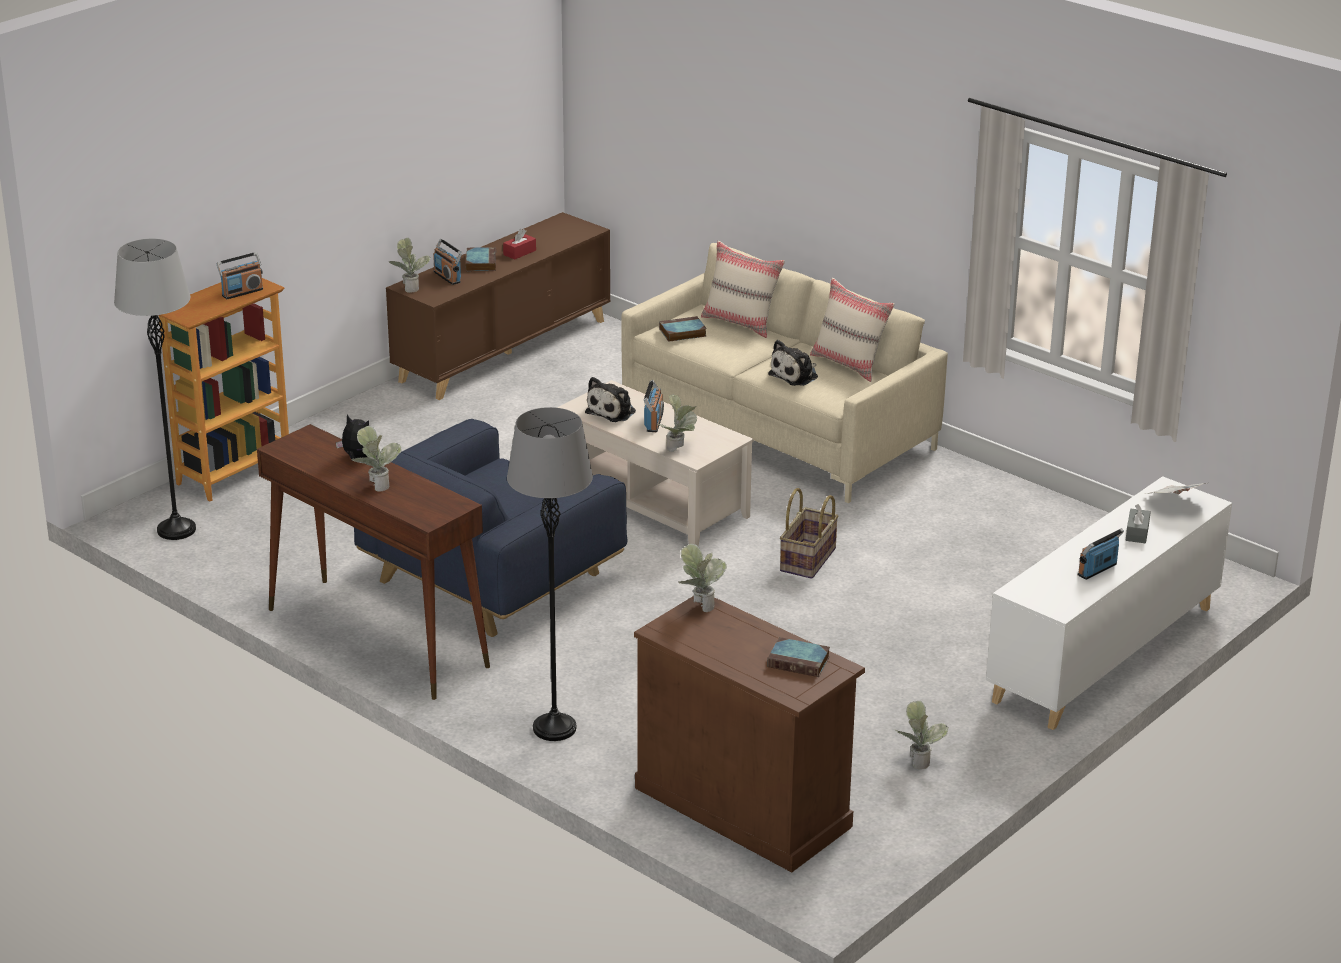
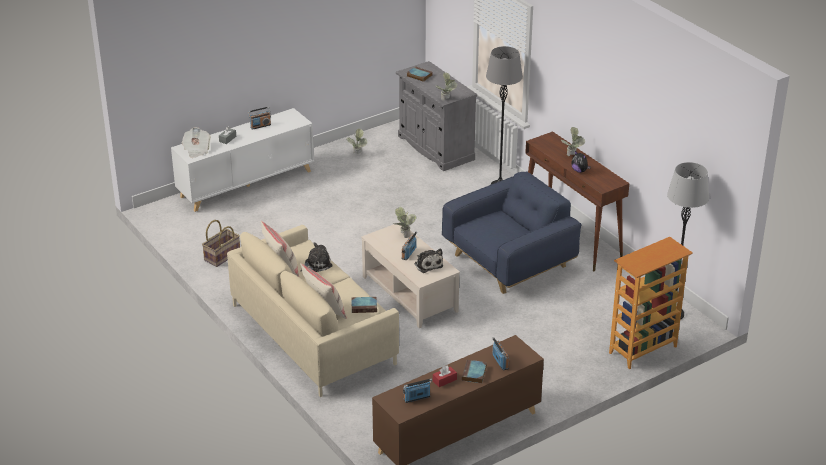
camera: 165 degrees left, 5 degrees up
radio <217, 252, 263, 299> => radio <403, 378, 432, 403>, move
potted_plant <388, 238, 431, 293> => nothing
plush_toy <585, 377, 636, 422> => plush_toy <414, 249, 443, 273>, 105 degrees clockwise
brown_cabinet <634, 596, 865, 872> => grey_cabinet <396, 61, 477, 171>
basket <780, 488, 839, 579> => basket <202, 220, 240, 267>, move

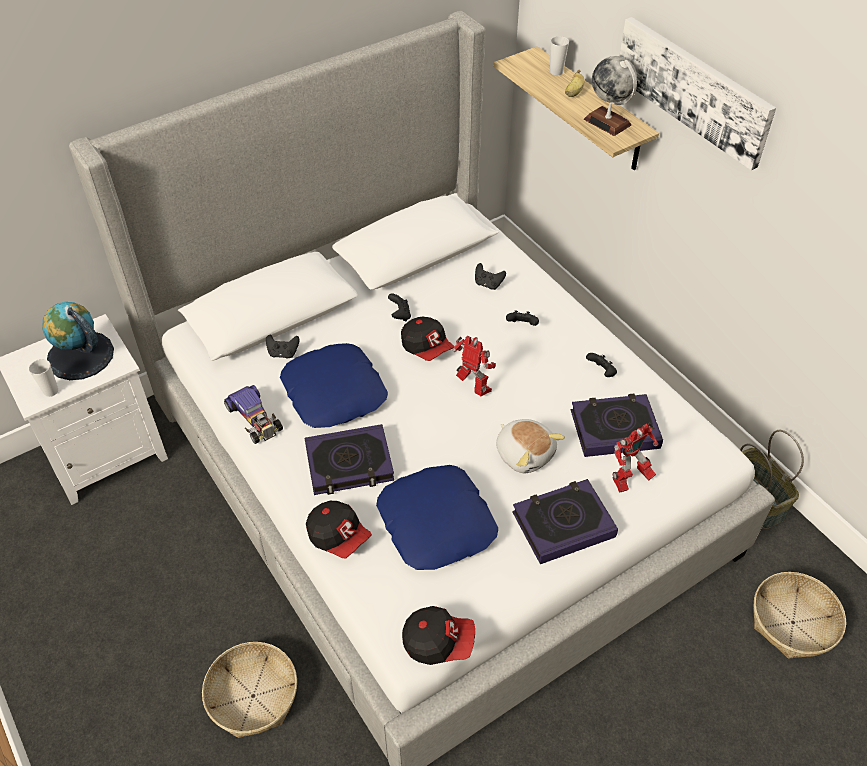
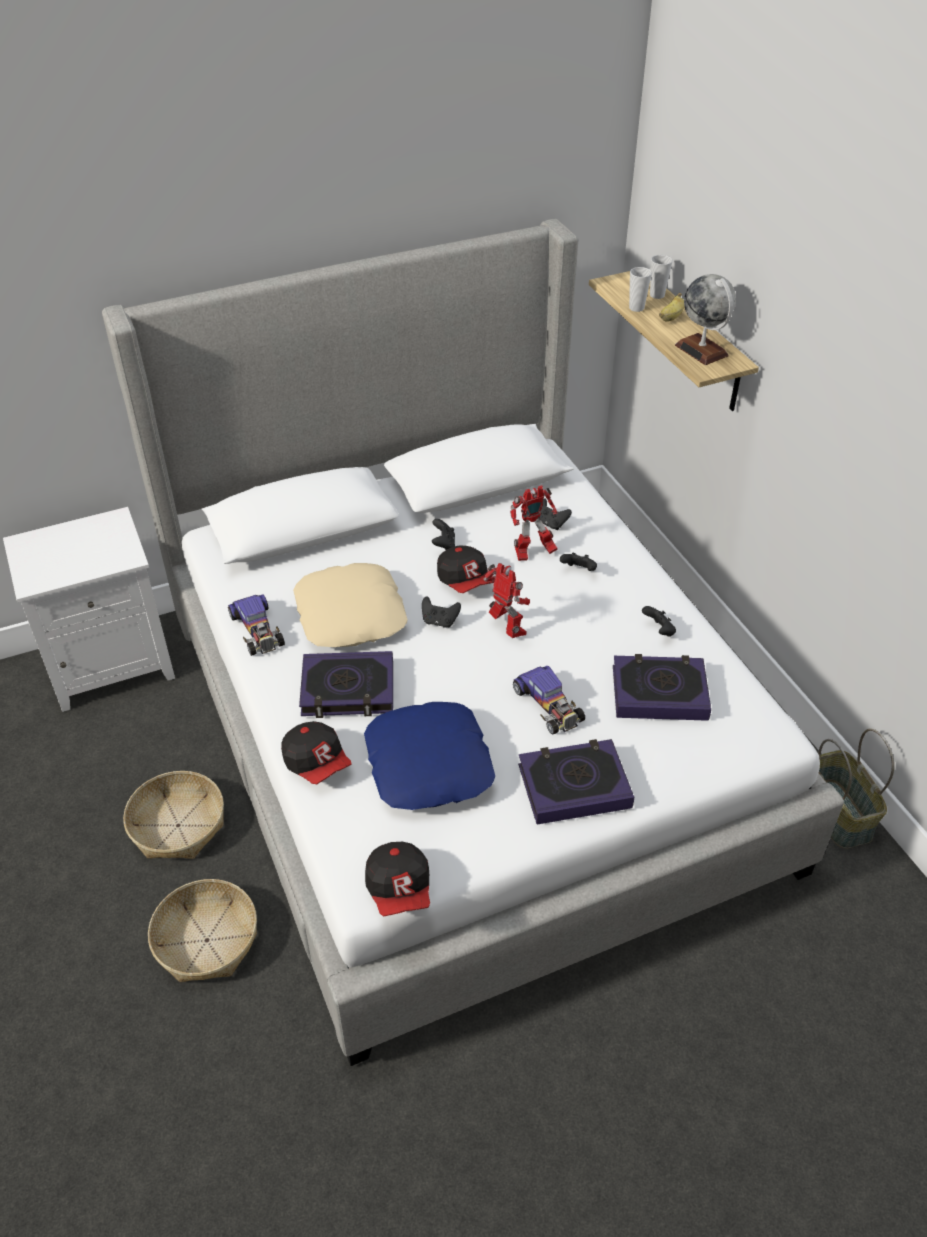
camera: 10 degrees right, 5 degrees down
cup <29, 359, 58, 397> => cup <629, 267, 652, 312>, move
globe <42, 302, 114, 380> => nothing
black_game_controller <266, 335, 300, 359> => black_game_controller <422, 596, 461, 628>, move
blue_pillow <280, 343, 388, 428> => beige_pillow <293, 563, 407, 647>
cap <402, 606, 475, 665> => cap <365, 842, 430, 917>, 60 degrees clockwise
plush_toy <496, 419, 565, 473> => toy_car <513, 666, 585, 734>
toy_robot <613, 423, 658, 493> => toy_robot <510, 485, 558, 561>, move
picture <620, 17, 776, 170> => nothing
basket <753, 572, 846, 659> => basket <123, 771, 224, 859>, move

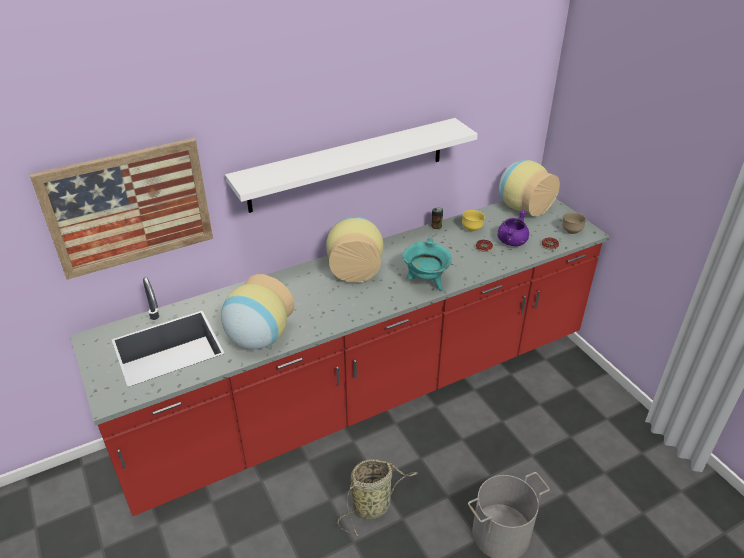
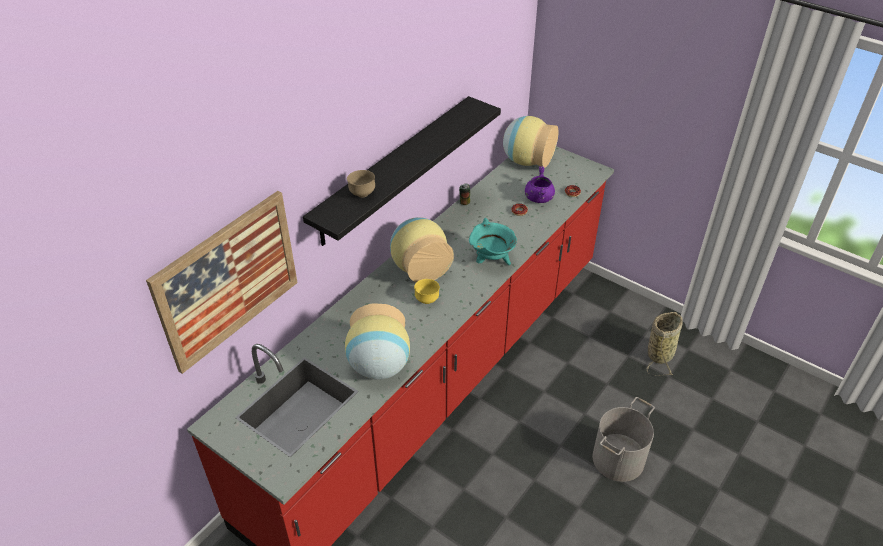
camera: 25 degrees left, 5 degrees up
white_shelf <225, 118, 478, 213> => black_shelf <303, 96, 501, 246>
basket <337, 459, 418, 536> => basket <646, 312, 683, 376>, move
yellow_bowl <462, 210, 485, 232> => yellow_bowl <414, 279, 440, 304>, move
brown_bowl <562, 212, 586, 234> => brown_bowl <347, 170, 375, 198>, move

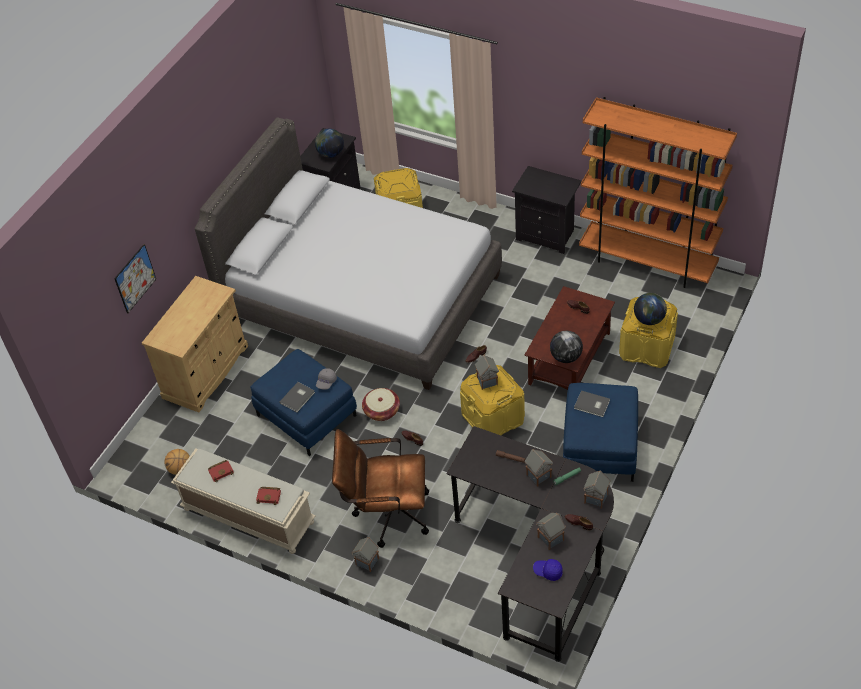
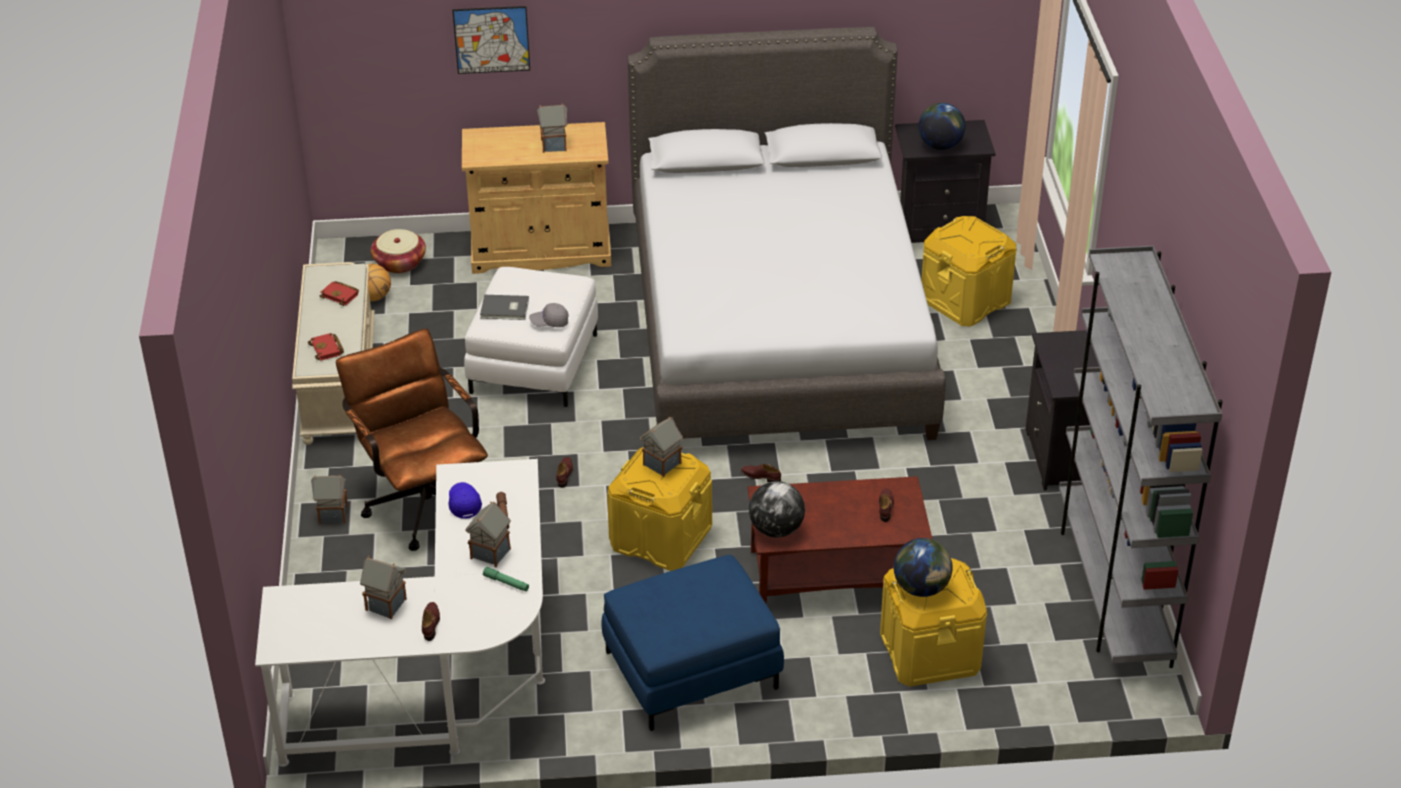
camera: 55 degrees right, 10 degrees down
blue_ottoman <250, 349, 357, 456> => white_ottoman <464, 267, 598, 407>
basket <362, 388, 400, 421> => basket <371, 229, 426, 273>, move
black_desk <446, 426, 614, 662> => white_desk <255, 459, 545, 767>
blue_cap <533, 559, 563, 581> => blue_cap <449, 482, 482, 519>, move
grey_book <574, 390, 610, 417> => nothing
orange_bookcase <579, 97, 737, 288> => grey_bookcase <1059, 246, 1223, 668>
toy_house <583, 471, 610, 509> => toy_house <537, 103, 568, 153>, move

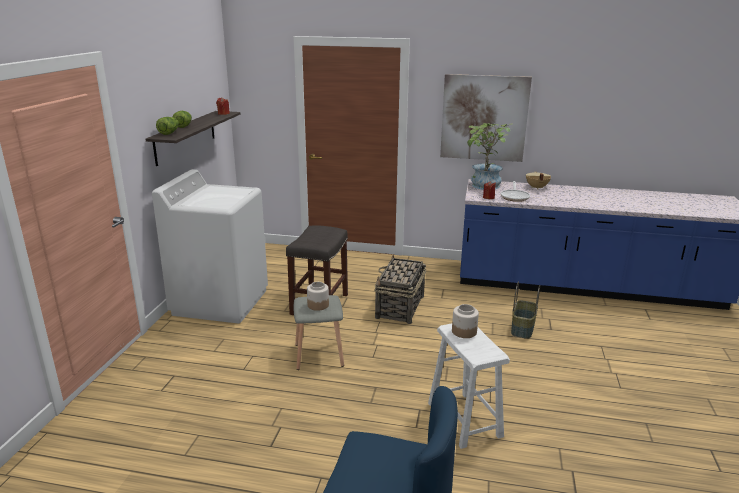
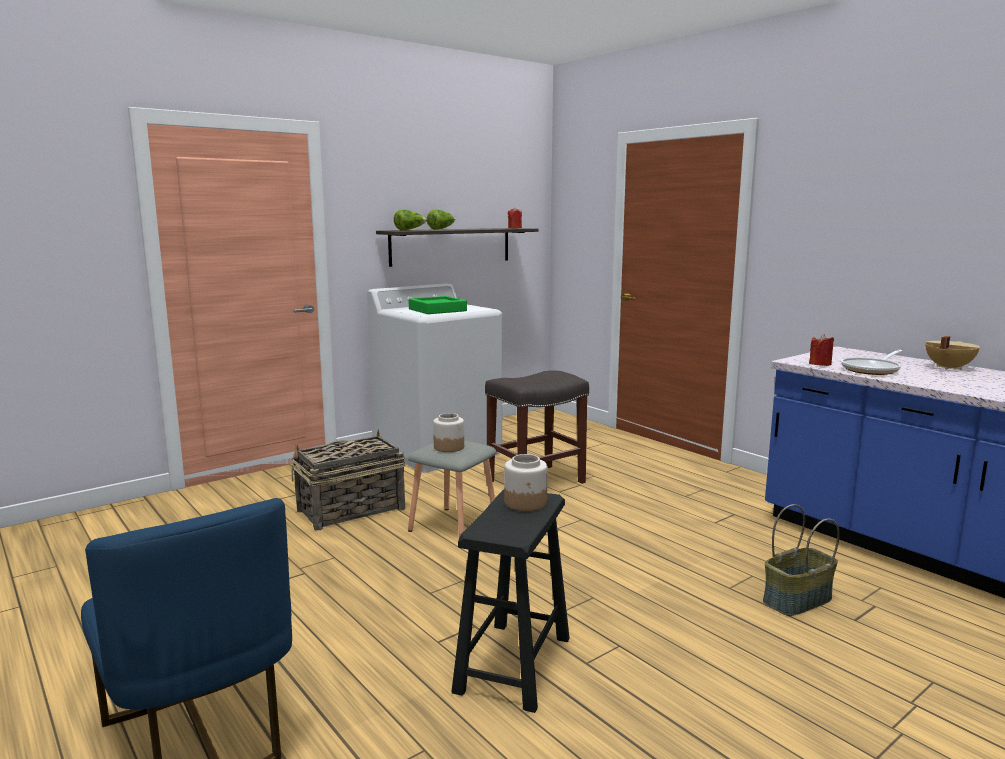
camera: 40 degrees right, 10 degrees down
basket <375, 255, 426, 324> => basket <291, 430, 405, 530>, move
white_stool <428, 323, 510, 449> => black_stool <451, 490, 570, 713>
picture <440, 74, 532, 162> => nothing
potted_plant <467, 123, 513, 190> => nothing
nothing => green_tray <408, 296, 467, 314>

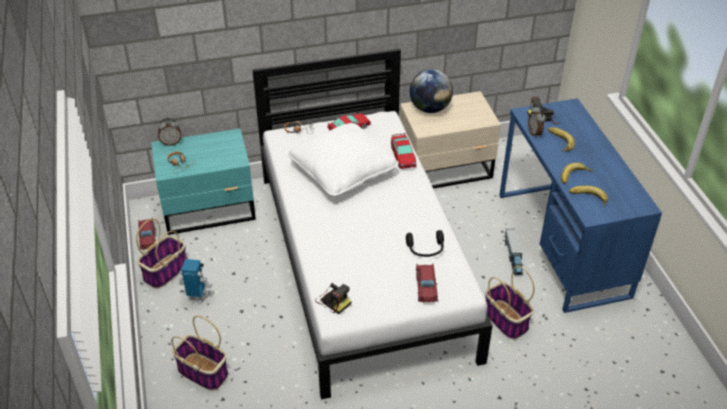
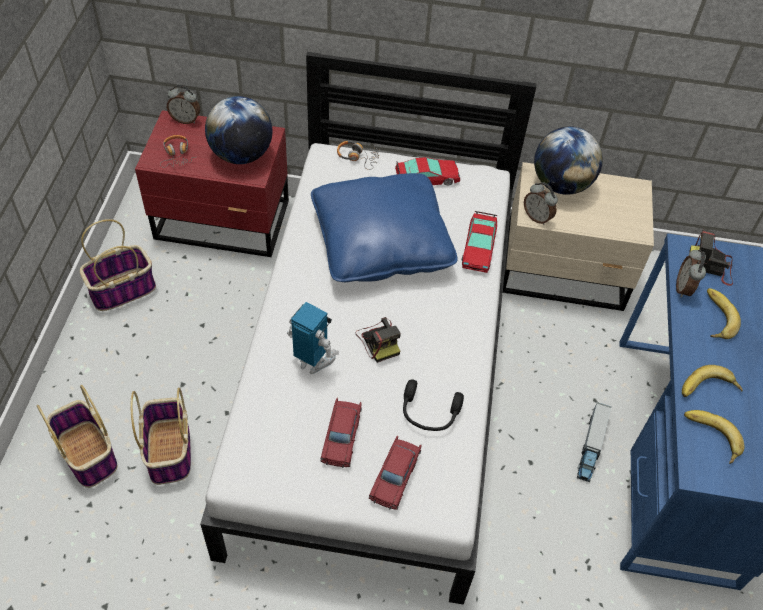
camera: 20 degrees right, 10 degrees up
red_toy_car <138, 218, 156, 249> => red_toy_car <320, 398, 362, 468>, move
turquoise_nightstand <151, 129, 256, 235> => red_nightstand <135, 110, 289, 257>
toy_robot <179, 259, 213, 304> => toy_robot <287, 302, 339, 374>, move
white_pillow <288, 123, 399, 197> => blue_pillow <311, 173, 458, 282>
photo_camera <315, 283, 351, 314> => photo_camera <356, 317, 401, 363>, move
basket <485, 266, 535, 340> => basket <131, 388, 191, 485>, move
nothing => globe <205, 96, 272, 164>
nothing => alarm_clock <524, 183, 558, 225>

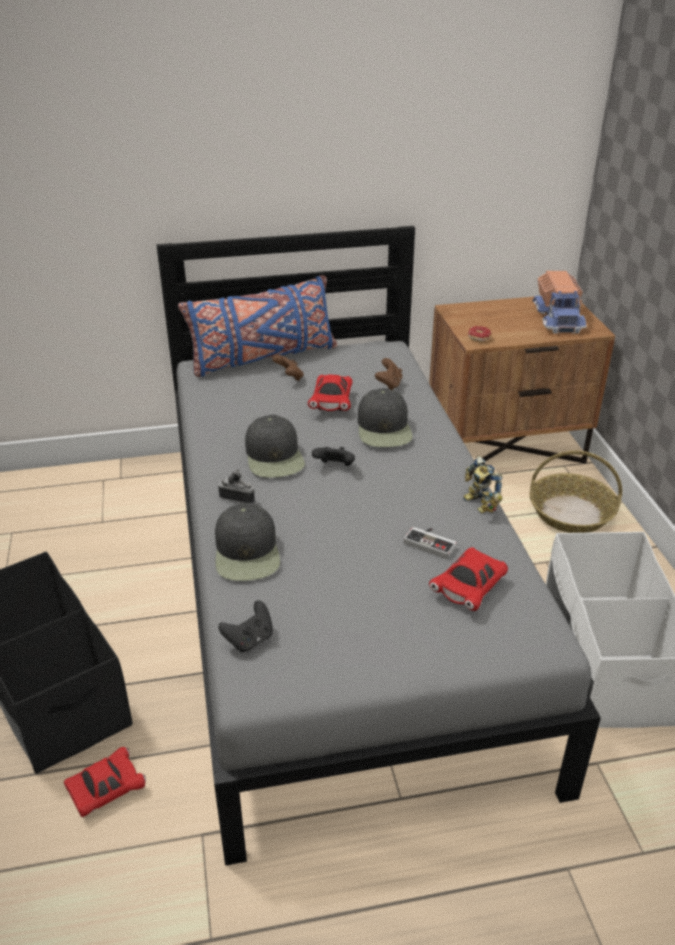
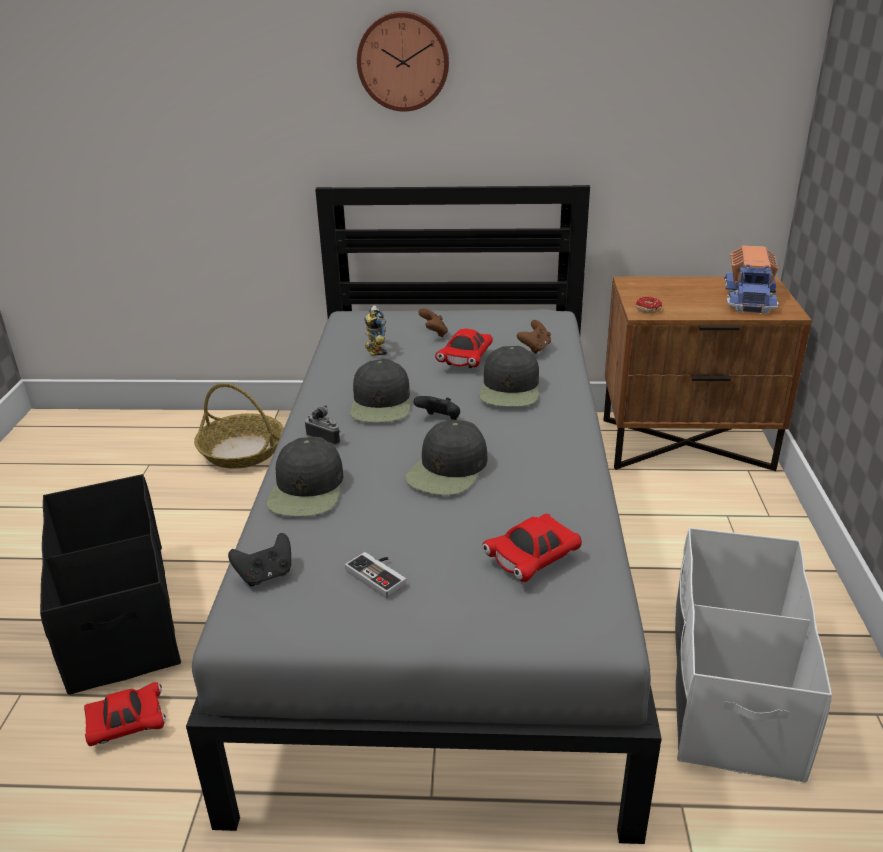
camera: 15 degrees right, 5 degrees down
blue_pillow <178, 275, 337, 377> => nothing
game_controller <404, 527, 456, 559> => game_controller <345, 552, 406, 599>, move
toy_robot <463, 456, 503, 513> => toy_robot <364, 305, 387, 356>, move
basket <529, 451, 622, 533> => basket <194, 383, 284, 469>, move
nothing => wall_clock <357, 11, 449, 112>
nothing => black_cap <405, 419, 487, 495>

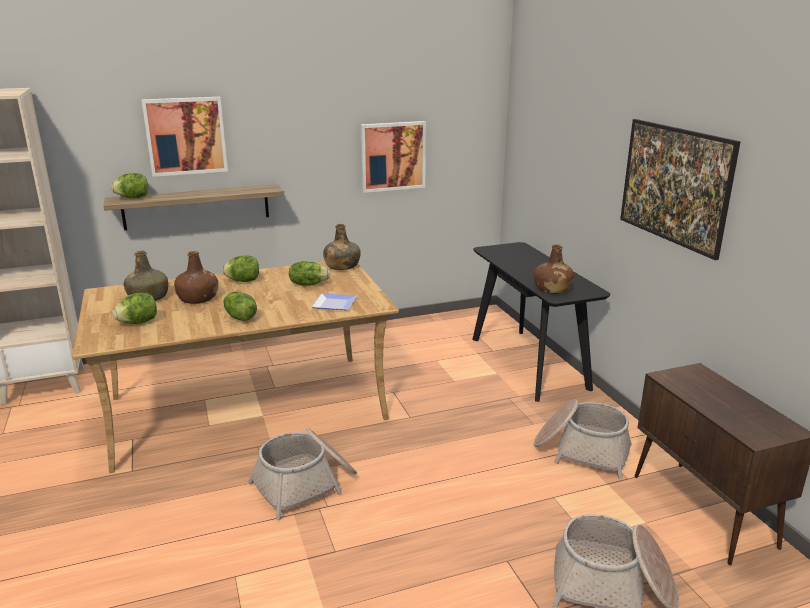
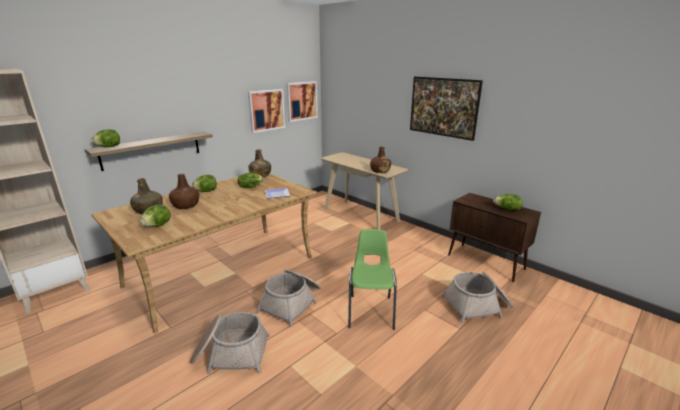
camera: 25 degrees left, 0 degrees up
picture <142, 97, 228, 177> => picture <286, 81, 318, 122>, move
lettuce <223, 292, 257, 321> => lettuce <493, 194, 523, 210>, move
black_console_table <472, 242, 610, 402> => beige_console_table <321, 152, 408, 229>
basket <534, 399, 632, 479> => basket <190, 312, 270, 374>, move
nothing => green_chair <348, 229, 397, 330>

